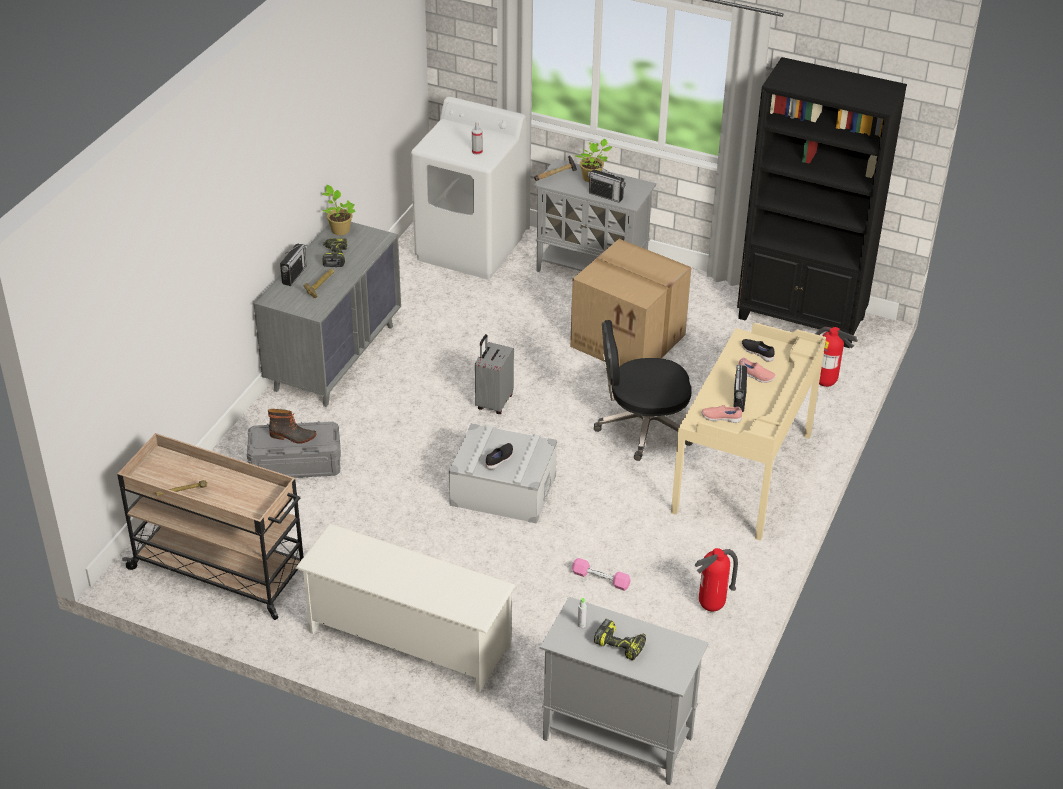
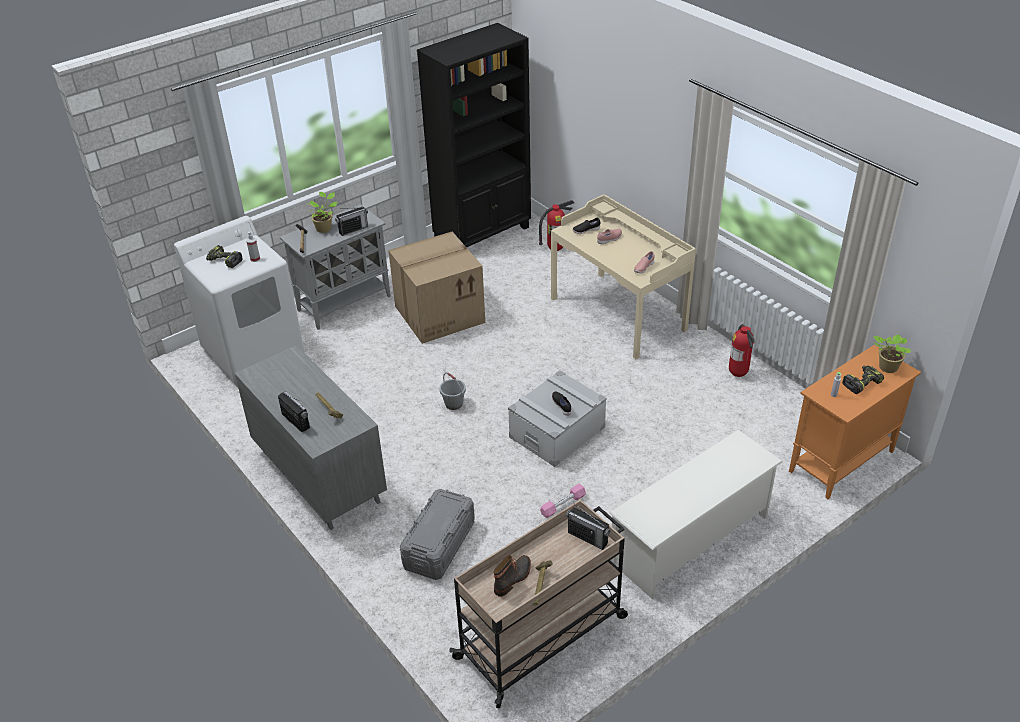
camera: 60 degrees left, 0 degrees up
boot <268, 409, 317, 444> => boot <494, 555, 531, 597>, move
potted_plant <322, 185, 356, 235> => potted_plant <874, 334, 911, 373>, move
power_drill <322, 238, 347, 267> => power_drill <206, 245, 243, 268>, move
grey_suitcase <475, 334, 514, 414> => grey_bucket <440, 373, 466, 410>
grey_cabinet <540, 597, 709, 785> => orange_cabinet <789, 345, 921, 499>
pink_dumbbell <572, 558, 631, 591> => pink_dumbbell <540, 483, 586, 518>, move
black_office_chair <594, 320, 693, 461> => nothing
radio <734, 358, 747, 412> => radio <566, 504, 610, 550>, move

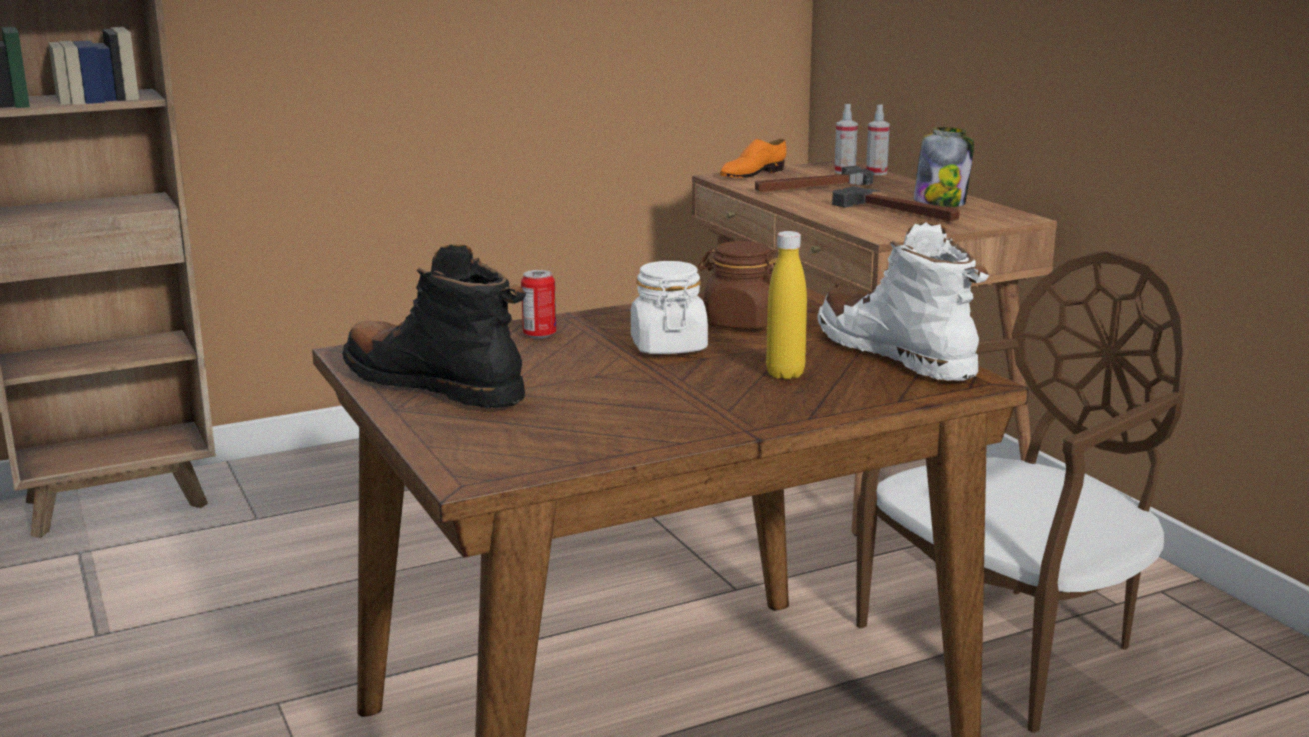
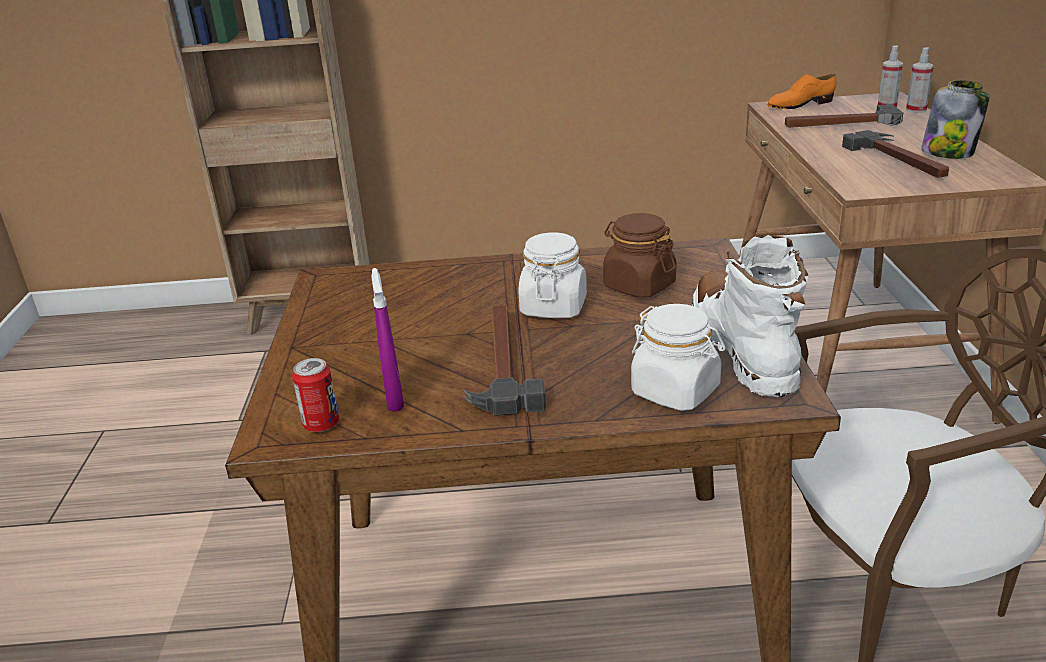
camera: 25 degrees right, 10 degrees up
black_boot <342, 244, 526, 409> => nothing
can <521, 270, 556, 339> => can <292, 358, 339, 432>, move
yellow_bottle <766, 231, 807, 380> => nothing
nothing => purple_spray_bottle <371, 268, 404, 412>
nothing => hammer <463, 305, 546, 416>
nothing => white_jar <631, 304, 725, 411>

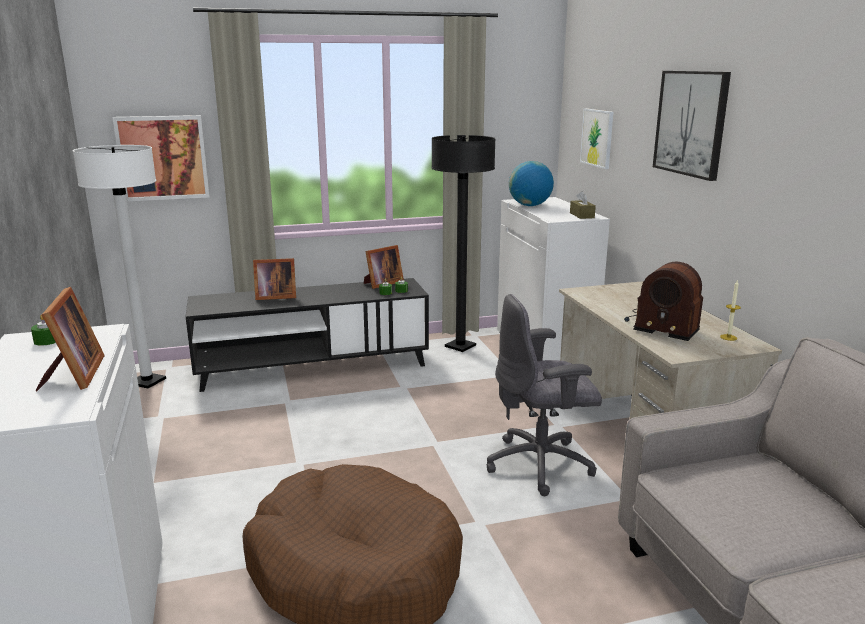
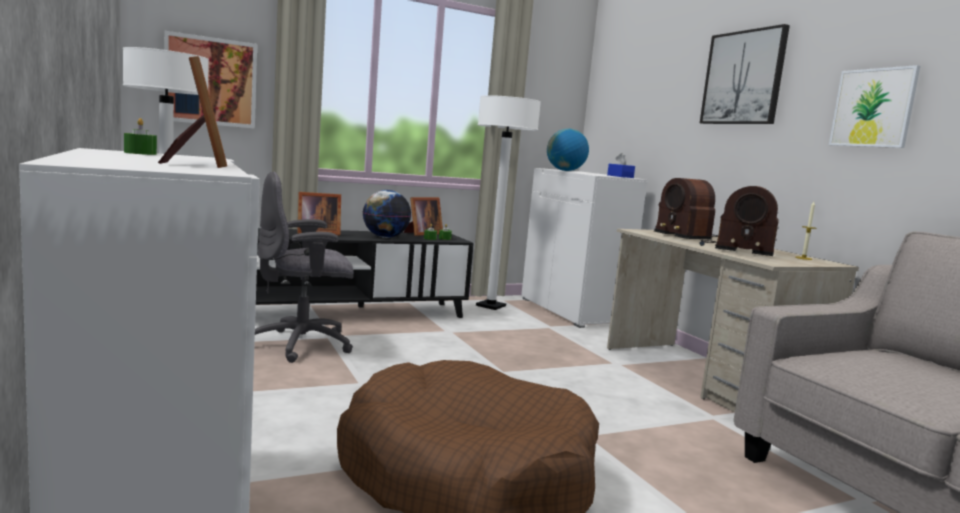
camera: 10 degrees left, 10 degrees down
black_floor_lamp <431, 135, 496, 352> => white_floor_lamp <476, 95, 541, 310>
grey_office_chair <487, 294, 602, 496> => grey_office_chair <255, 171, 354, 363>, move
brown_tissue_box <570, 191, 596, 219> => blue_tissue_box <607, 153, 635, 178>
picture <580, 108, 613, 169> => picture <829, 65, 920, 148>, move
nothing => globe <363, 190, 411, 238>
nothing => radio <654, 178, 718, 239>

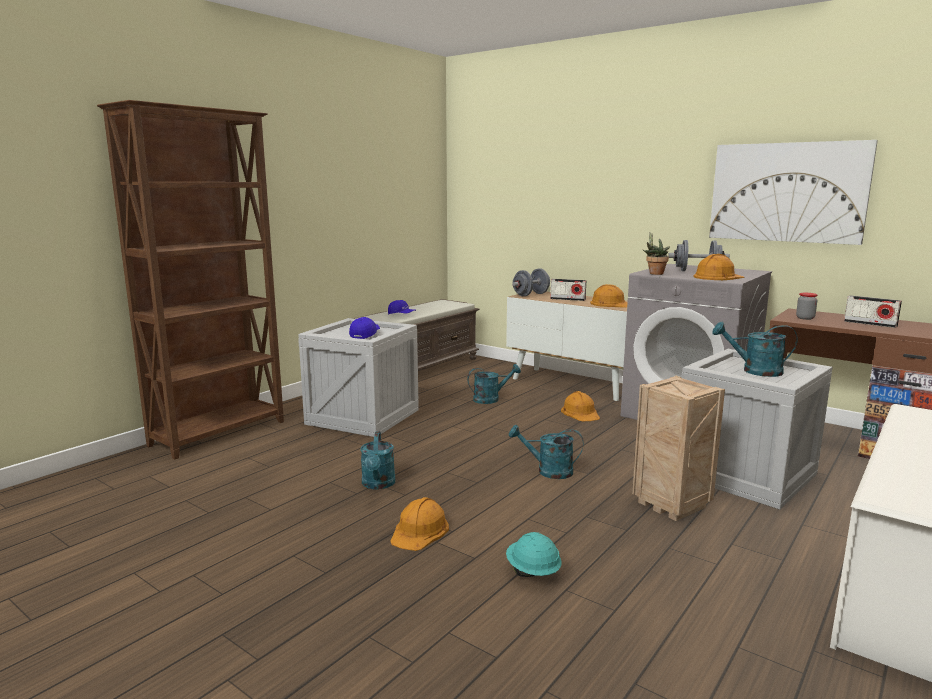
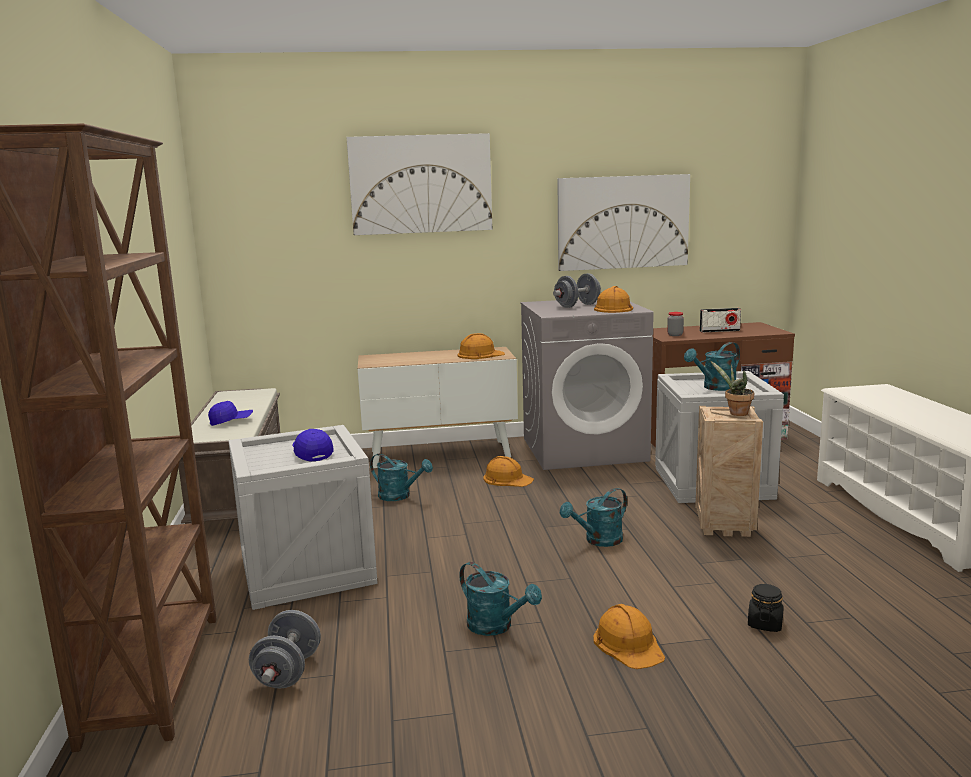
camera: 45 degrees left, 0 degrees up
turquoise_watering_can <467, 364, 521, 404> => turquoise_watering_can <370, 454, 433, 501>, 90 degrees clockwise
turquoise_hard_hat <506, 532, 562, 577> => black_jar <748, 584, 784, 632>
grey_dumbbell <512, 268, 550, 296> => grey_dumbbell <249, 610, 321, 688>, move
radio <550, 279, 586, 301> => nothing
potted_plant <643, 233, 670, 275> => potted_plant <711, 361, 754, 416>, move
nothing => picture <347, 133, 493, 235>

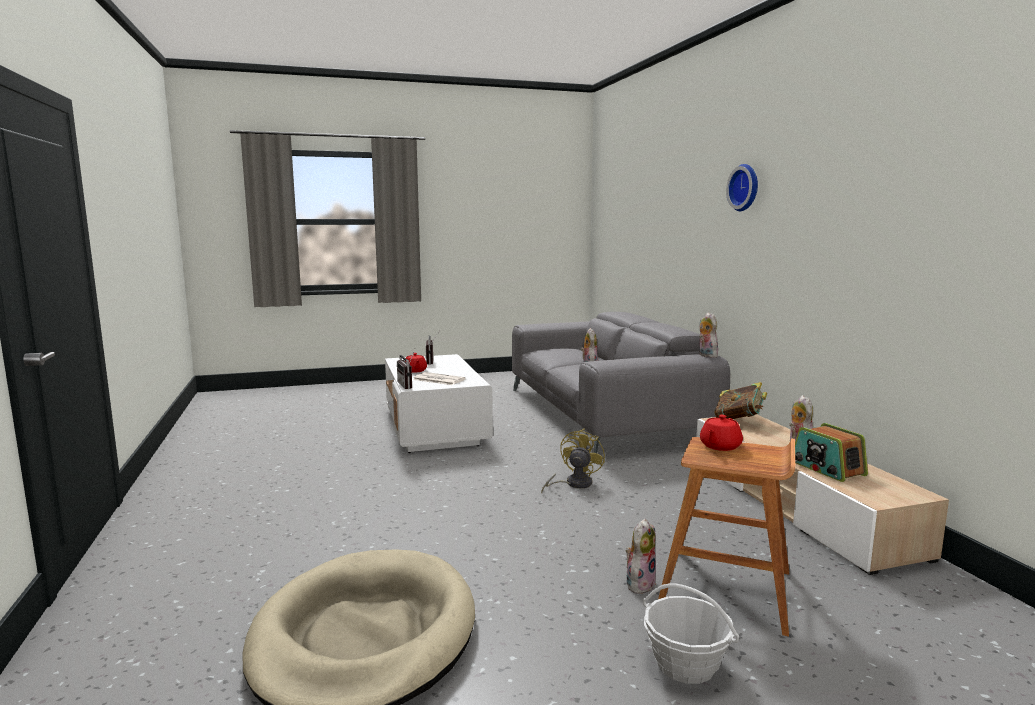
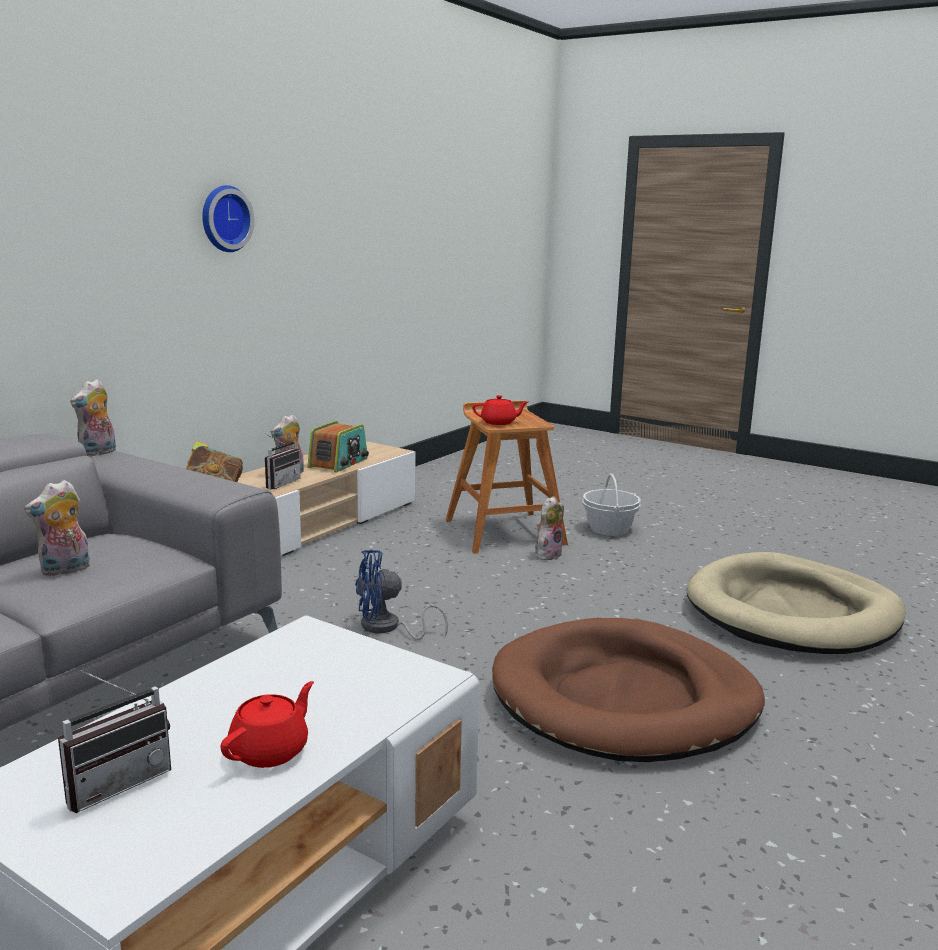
camera: 130 degrees left, 5 degrees up
radio <397, 349, 415, 389> => radio <265, 433, 301, 490>, move
newspaper <413, 372, 466, 385> => nothing
yellow_fan <541, 429, 605, 493> => blue_fan <355, 549, 448, 640>
plush_toy <626, 519, 656, 594> => plush_toy <535, 496, 564, 560>, 135 degrees clockwise
wall_clock <726, 164, 758, 211> => wall_clock <202, 185, 255, 252>, move
nothing => brown_dog_bed <492, 618, 765, 762>

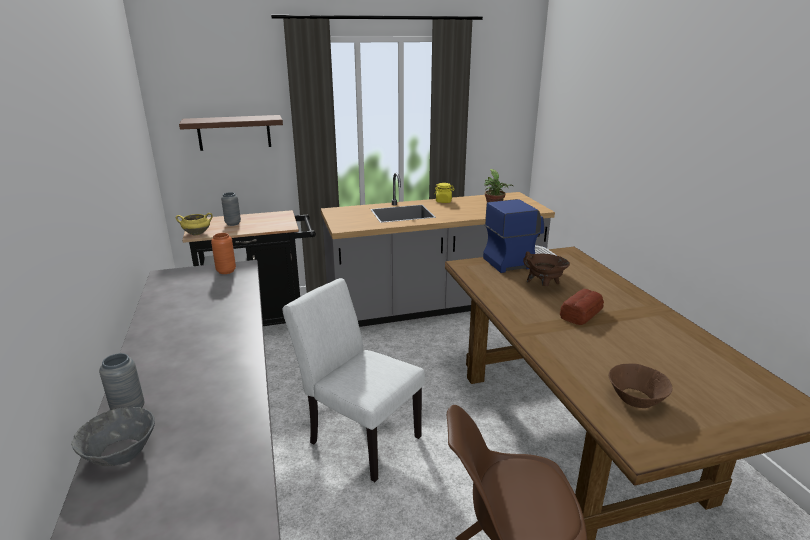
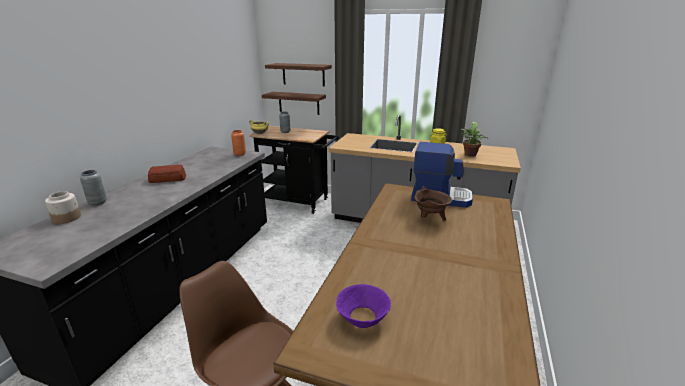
camera: 35 degrees right, 0 degrees up
grey_bowl <71, 407, 155, 466> => jar <45, 191, 81, 224>
white_chair <282, 278, 425, 482> => nothing
bread <560, 289, 604, 325> => bread <148, 165, 186, 183>, move
brown_bowl <609, 363, 673, 408> => purple_bowl <336, 284, 391, 328>
nothing => shelf <262, 92, 326, 115>

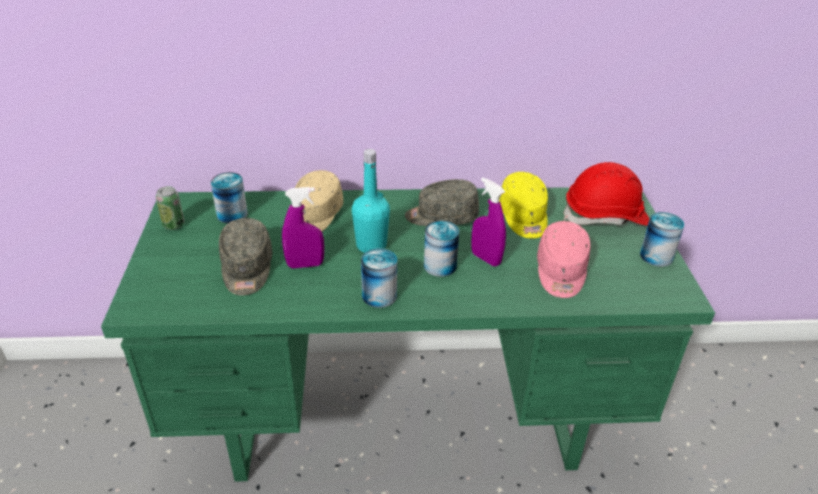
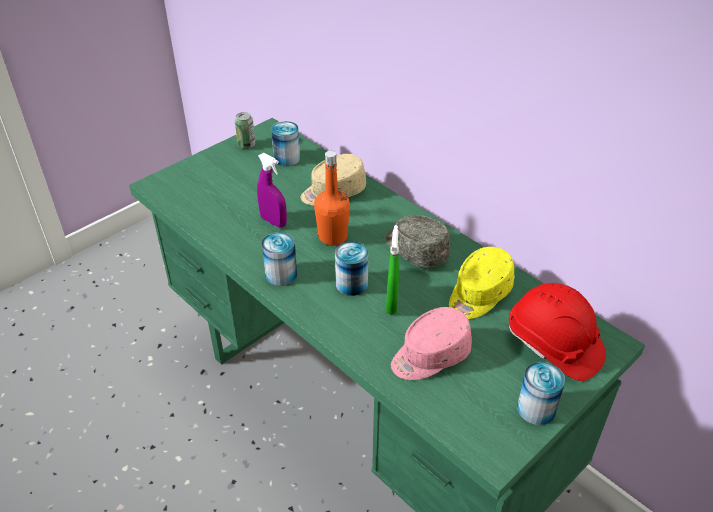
camera: 50 degrees right, 5 degrees up
grey_cap <219, 218, 272, 296> => nothing
turquoise_bottle <352, 149, 390, 253> => orange_bottle <314, 151, 350, 246>
purple_spray_bottle <471, 178, 506, 267> => green_spray_bottle <386, 225, 399, 315>

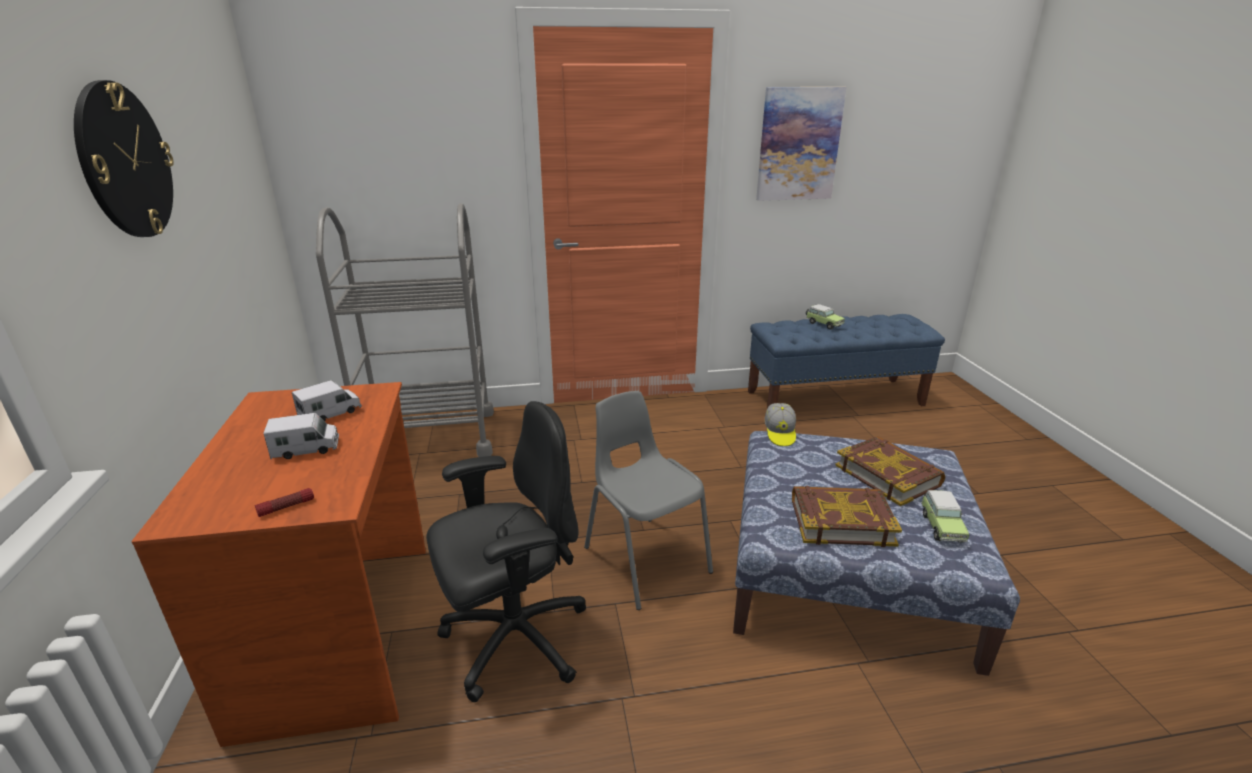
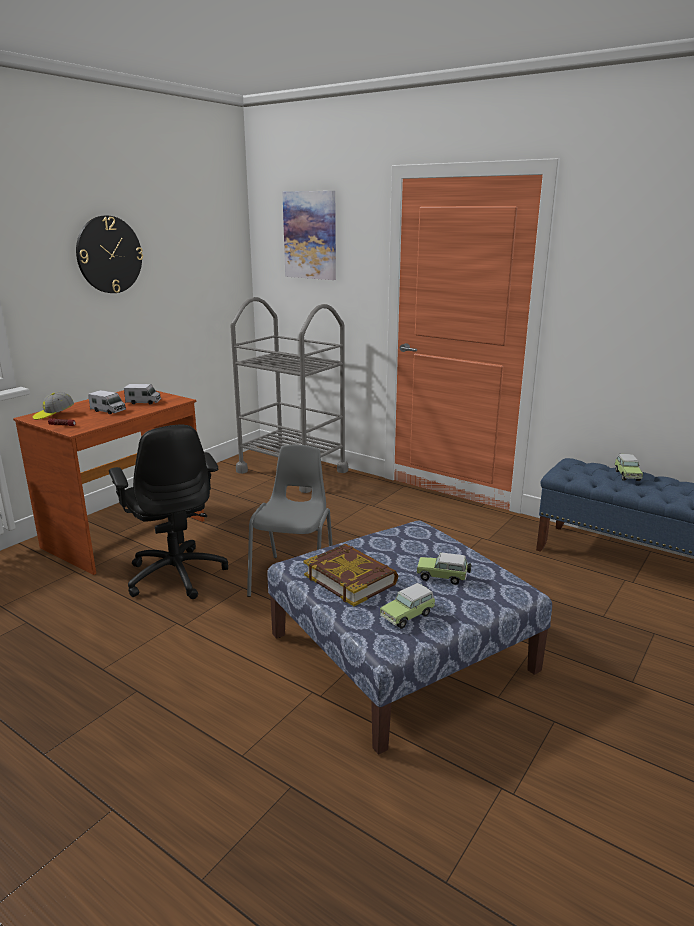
camera: 45 degrees right, 5 degrees down
black_office_chair <426, 401, 586, 702> => black_office_chair <109, 425, 228, 599>, 45 degrees clockwise
picture <756, 87, 847, 201> => picture <282, 191, 336, 280>, move
cap <765, 403, 796, 446> => cap <33, 392, 74, 420>, move
book <835, 436, 945, 506> => toy_car <417, 553, 471, 585>

